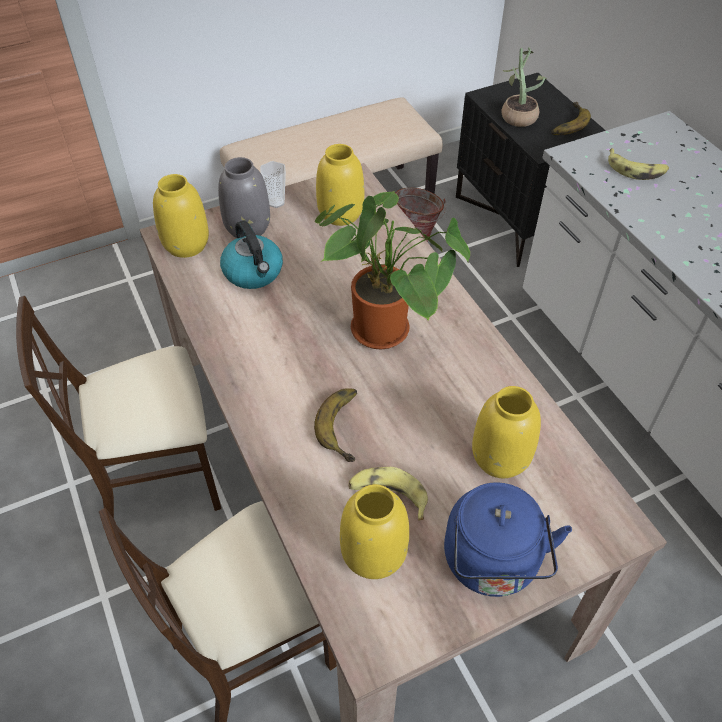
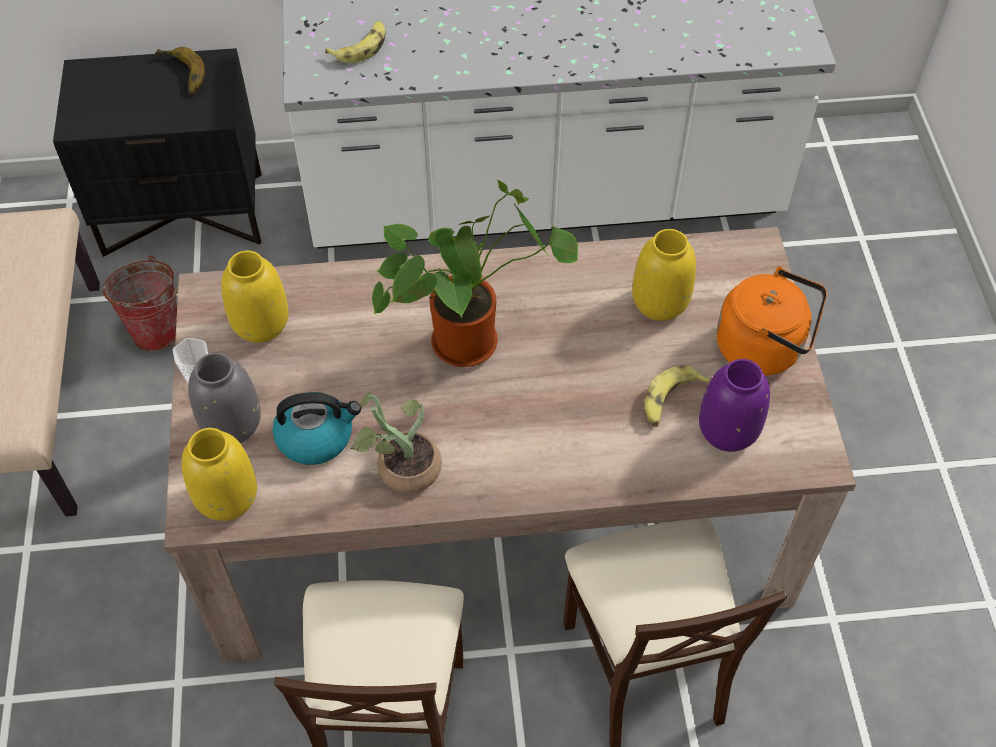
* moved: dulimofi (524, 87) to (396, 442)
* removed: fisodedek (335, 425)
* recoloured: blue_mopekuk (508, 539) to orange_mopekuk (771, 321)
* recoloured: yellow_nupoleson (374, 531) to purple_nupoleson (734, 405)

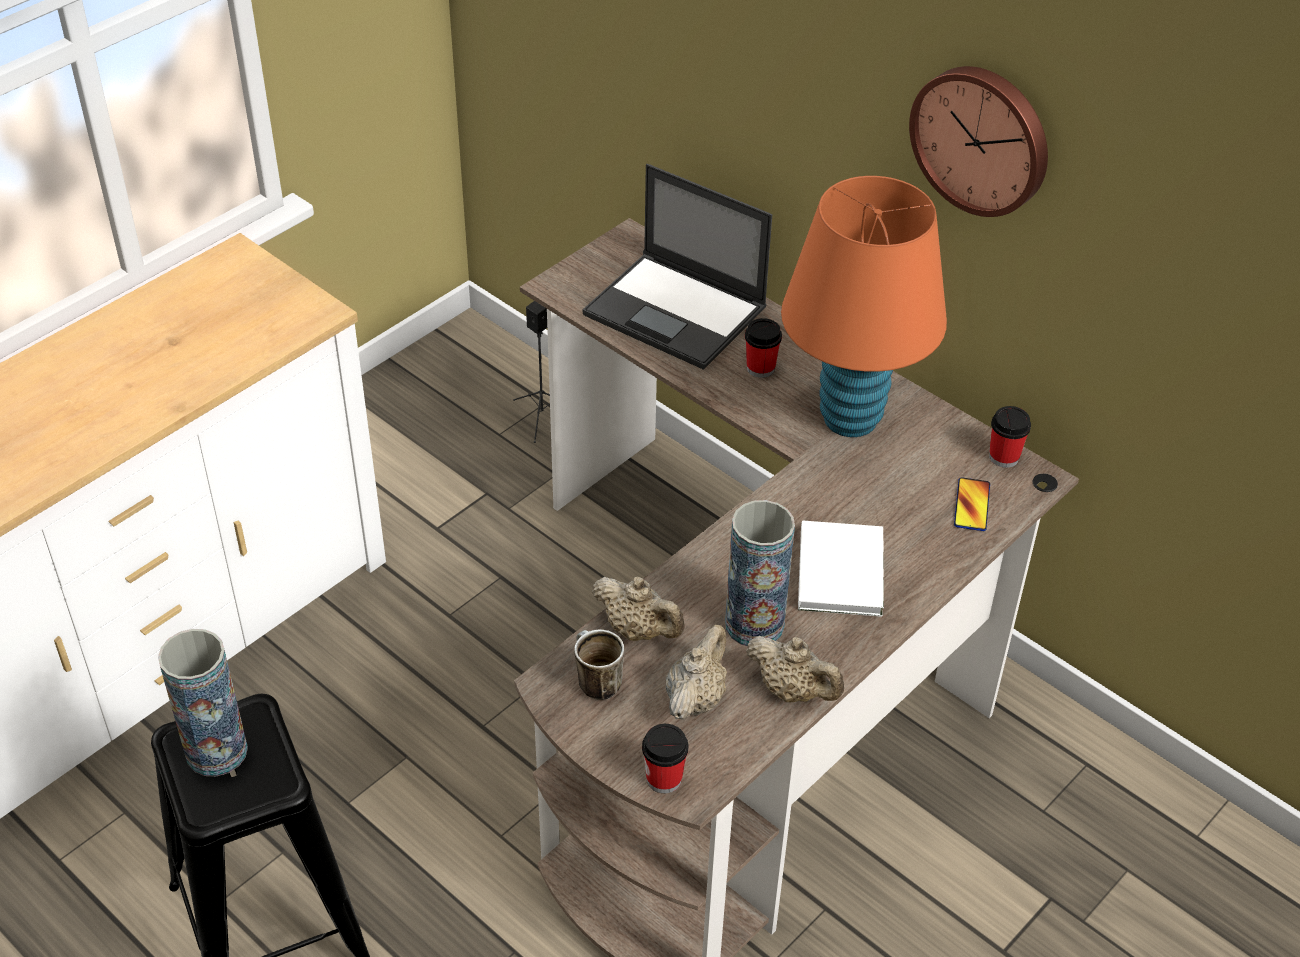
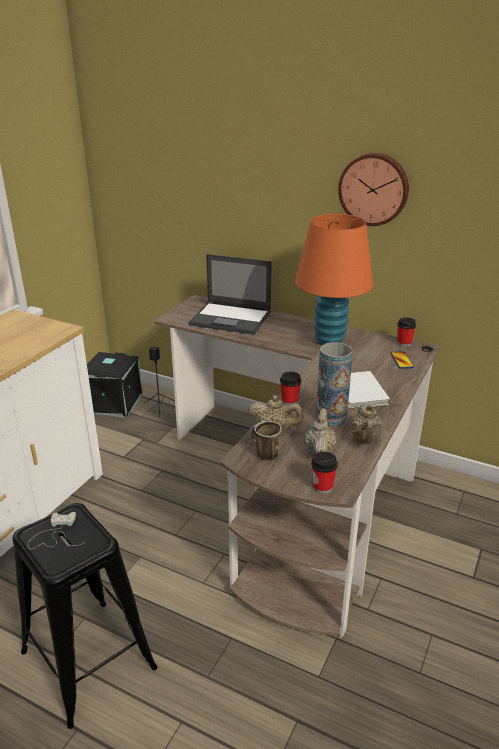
* moved: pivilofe (763, 348) to (290, 388)
* replaced: nupoleson (203, 702) to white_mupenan (56, 530)
* turned: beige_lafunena (795, 669) = (367, 424) 75 degrees clockwise
* added: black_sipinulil (115, 385)

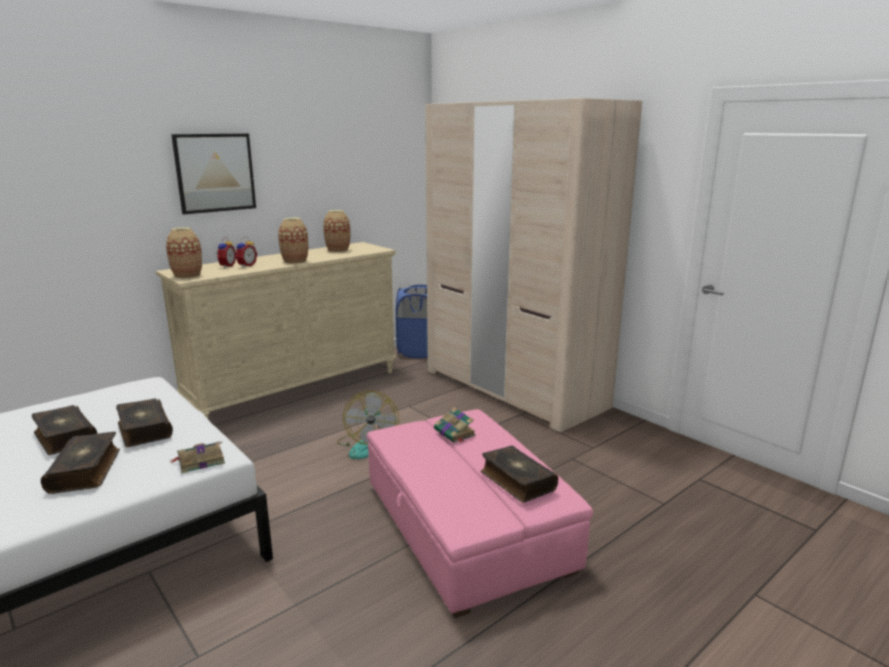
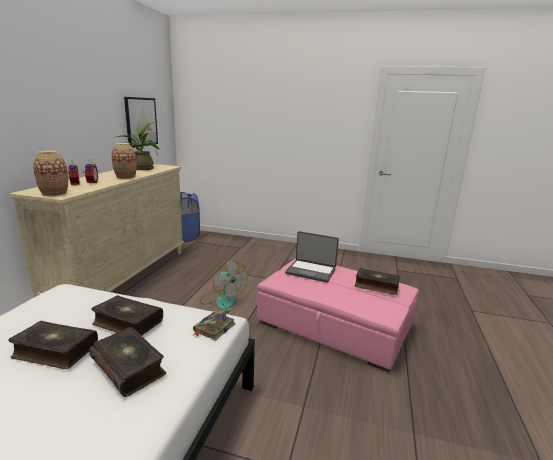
* removed: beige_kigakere (533, 265)
* moved: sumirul (213, 174) to (141, 122)
* replaced: nupoleson (336, 231) to dulimofi (136, 146)
* replaced: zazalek (455, 425) to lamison (312, 256)

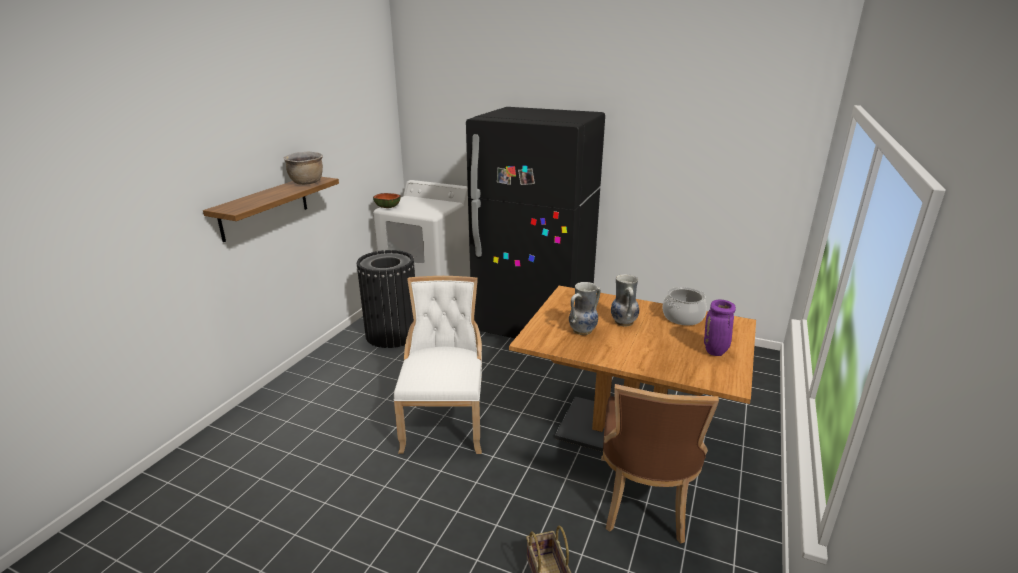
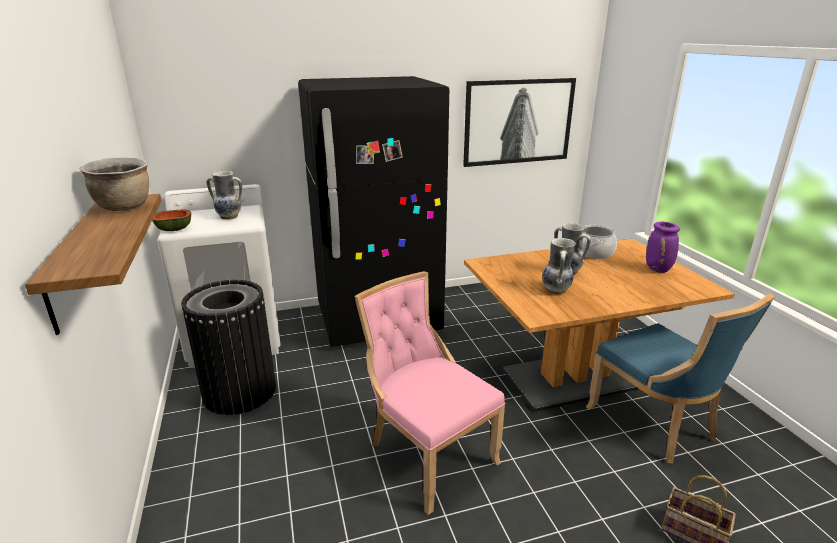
* recoloured: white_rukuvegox (438, 365) to pink_rukuvegox (429, 393)
* recoloured: brown_rukuvegox (660, 464) to blue_rukuvegox (680, 378)
* added: sumirul (519, 122)
* added: nupoleson (224, 195)

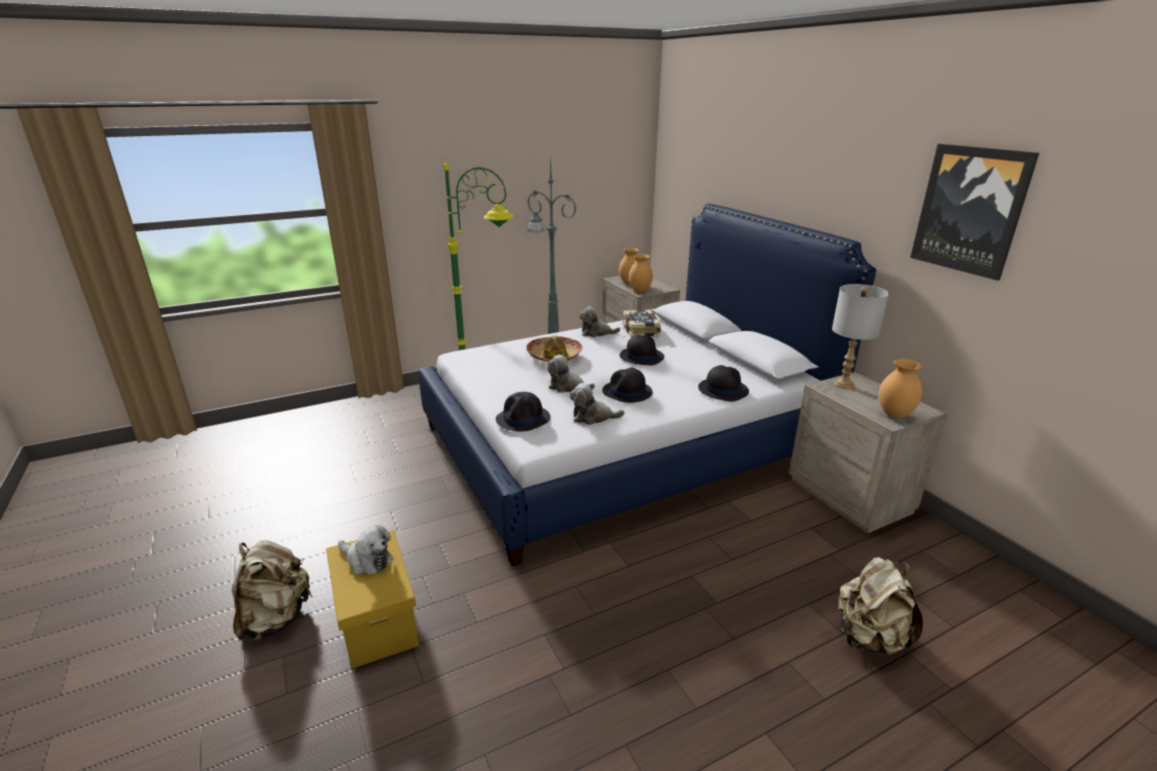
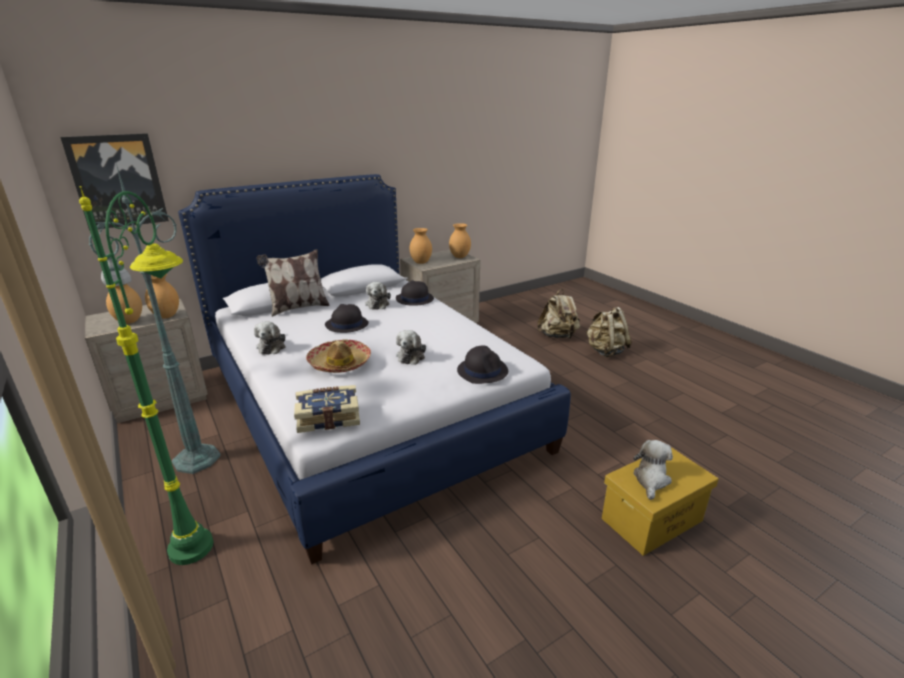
* moved: sumirul (974, 212) to (114, 181)
* replaced: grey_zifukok (860, 336) to brown_nupoleson (420, 246)
* moved: zazalek (642, 323) to (327, 409)
* removed: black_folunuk (627, 385)
* moved: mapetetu (597, 404) to (378, 296)
* moved: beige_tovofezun (272, 591) to (608, 332)
* added: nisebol (293, 283)

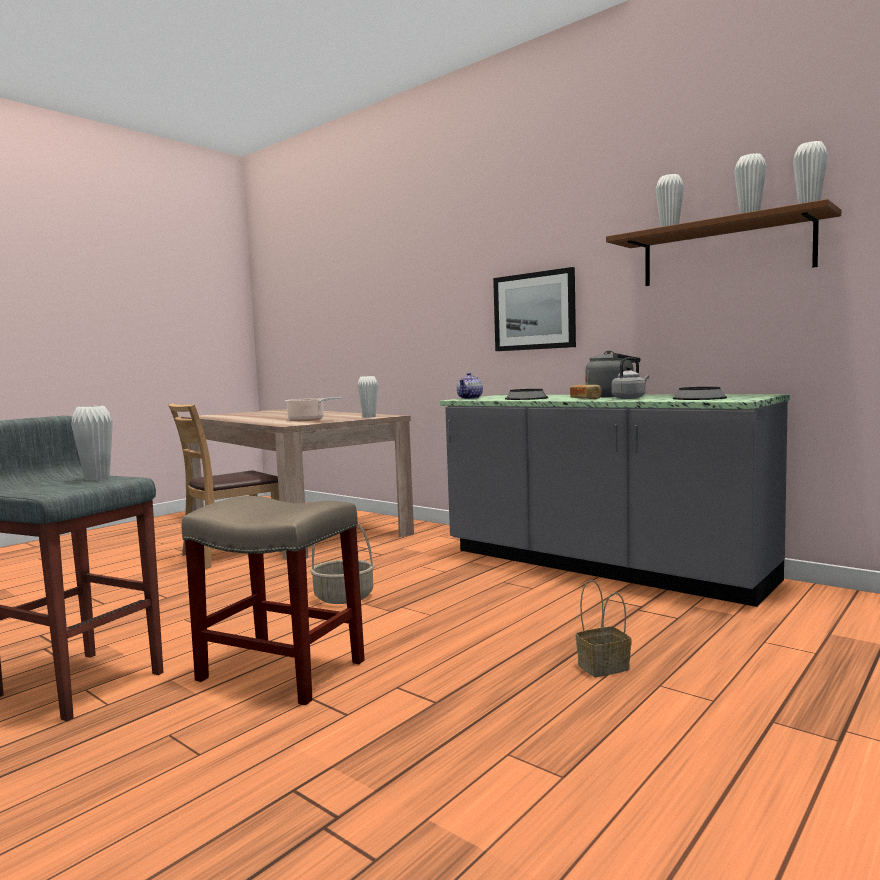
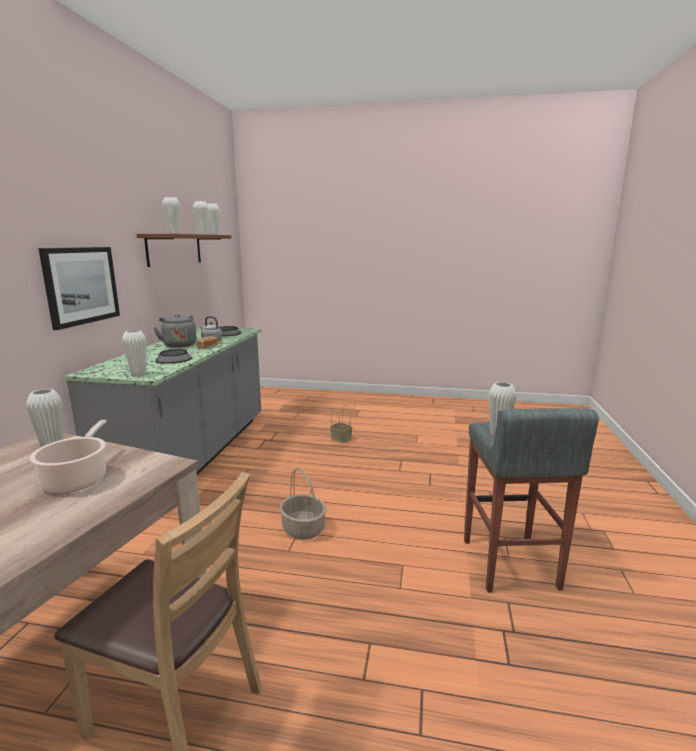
* replaced: lafunena (470, 386) to white_nupoleson (134, 353)
* removed: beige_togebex (273, 600)

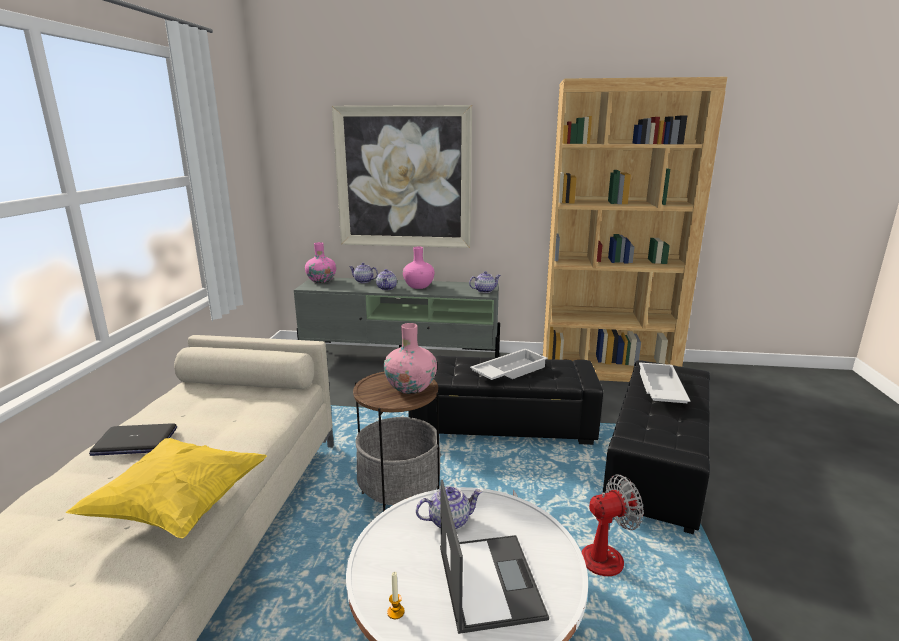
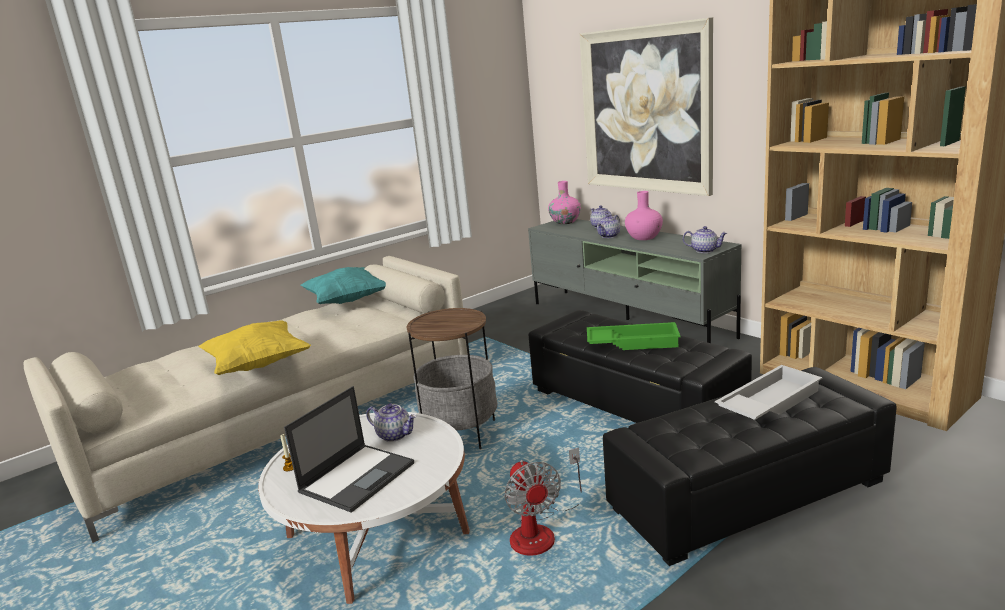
* removed: pink_nupoleson (410, 358)
* recoloured: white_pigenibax (509, 364) to green_pigenibax (634, 336)
* removed: lamison (133, 440)
* turned: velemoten (578, 525) = (543, 502) 45 degrees clockwise
* added: turquoise_nisebol (343, 285)

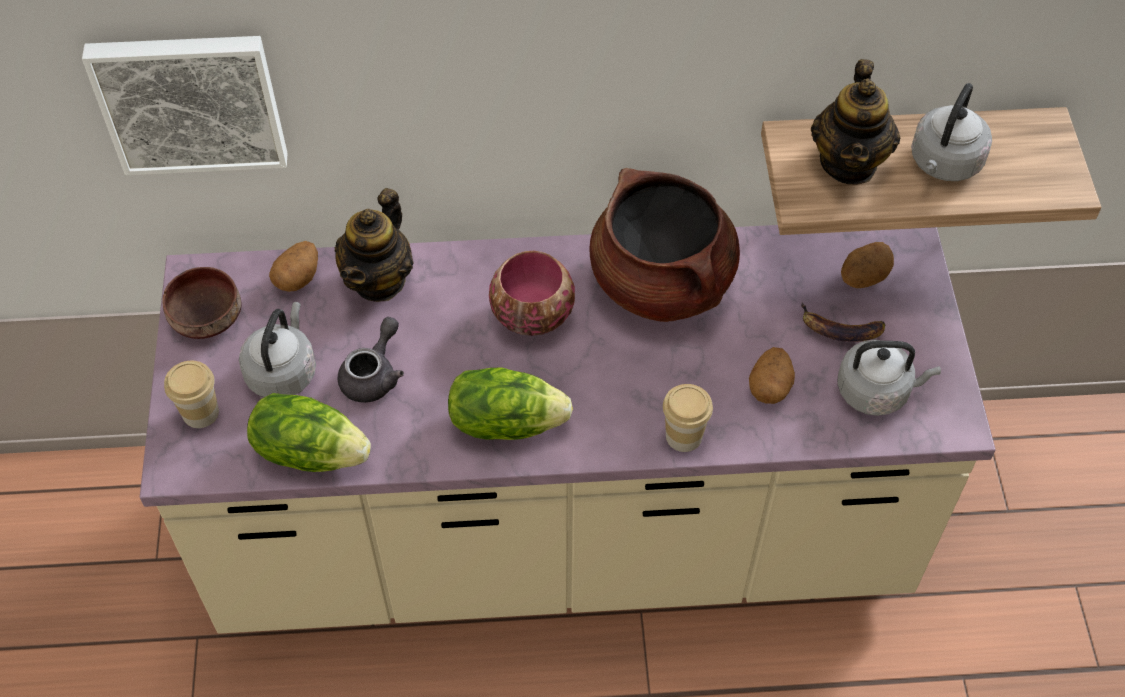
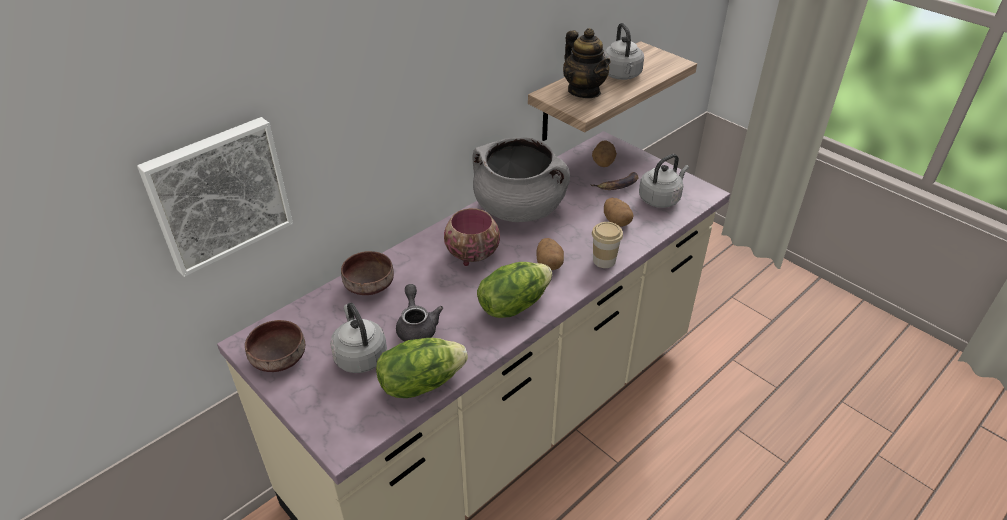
* recoloured: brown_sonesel (664, 245) to grey_sonesel (521, 179)
* replaced: lafunena (374, 245) to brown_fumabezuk (367, 273)
* moved: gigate (293, 266) to (550, 254)
* removed: pivilofe (191, 394)

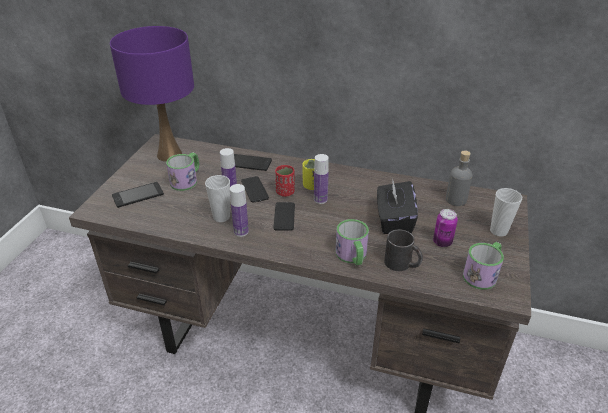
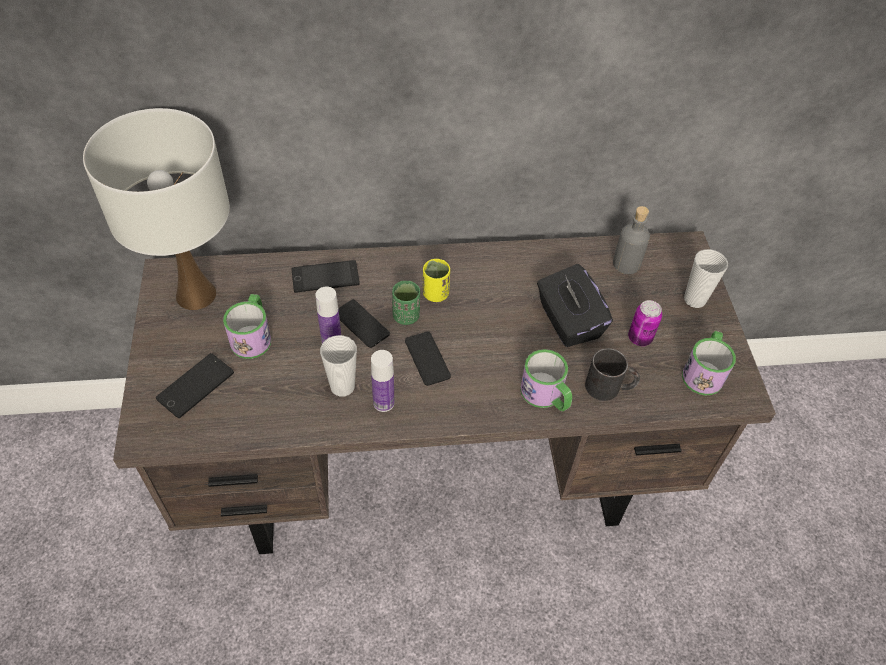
* recoloured: purple_zifukok (152, 94) to white_zifukok (156, 209)
* removed: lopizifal (321, 179)
* recoloured: red_pivilofe (285, 181) to green_pivilofe (406, 303)

